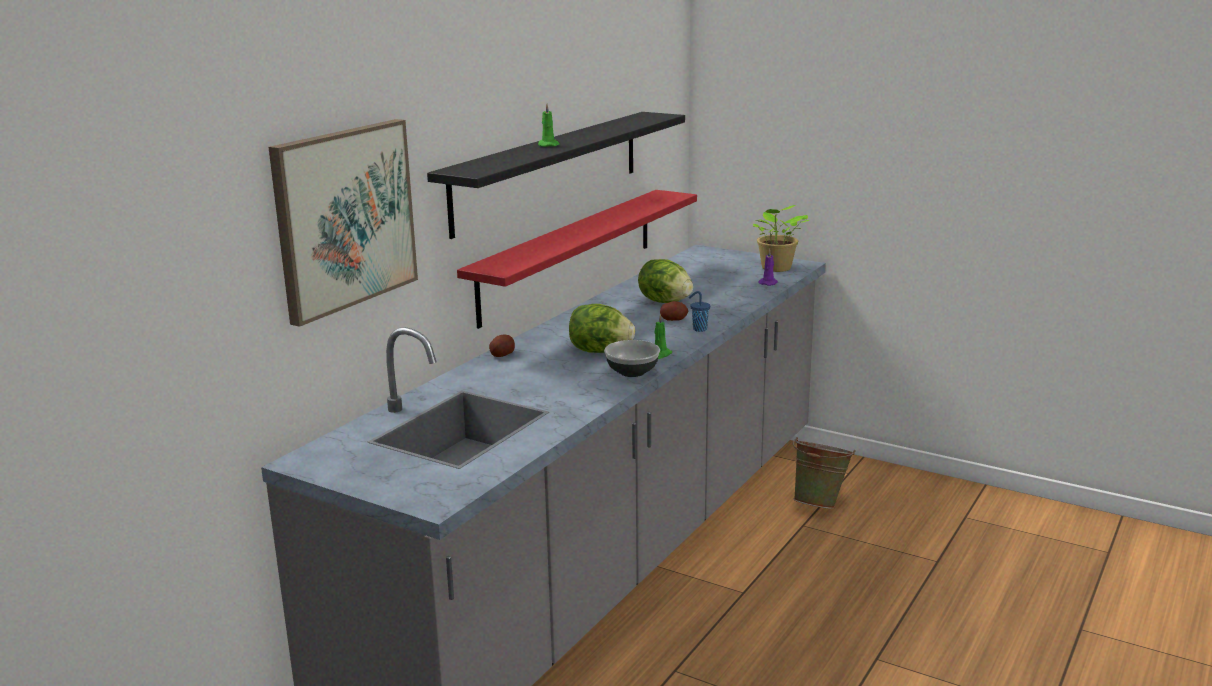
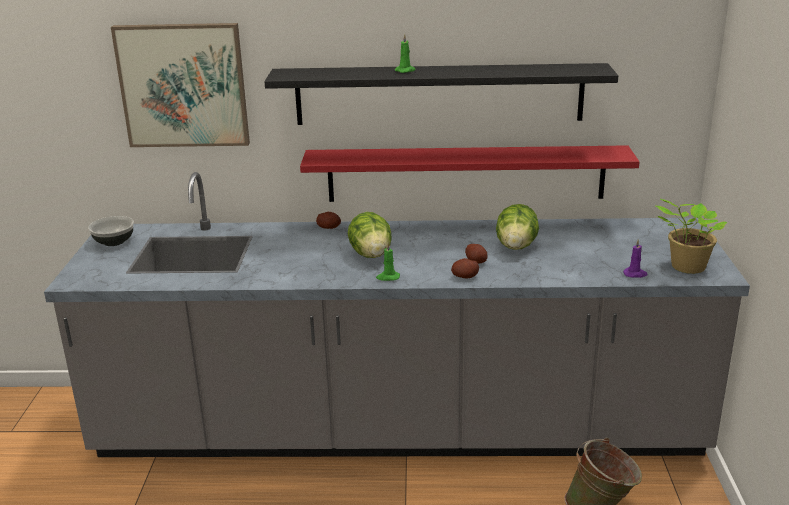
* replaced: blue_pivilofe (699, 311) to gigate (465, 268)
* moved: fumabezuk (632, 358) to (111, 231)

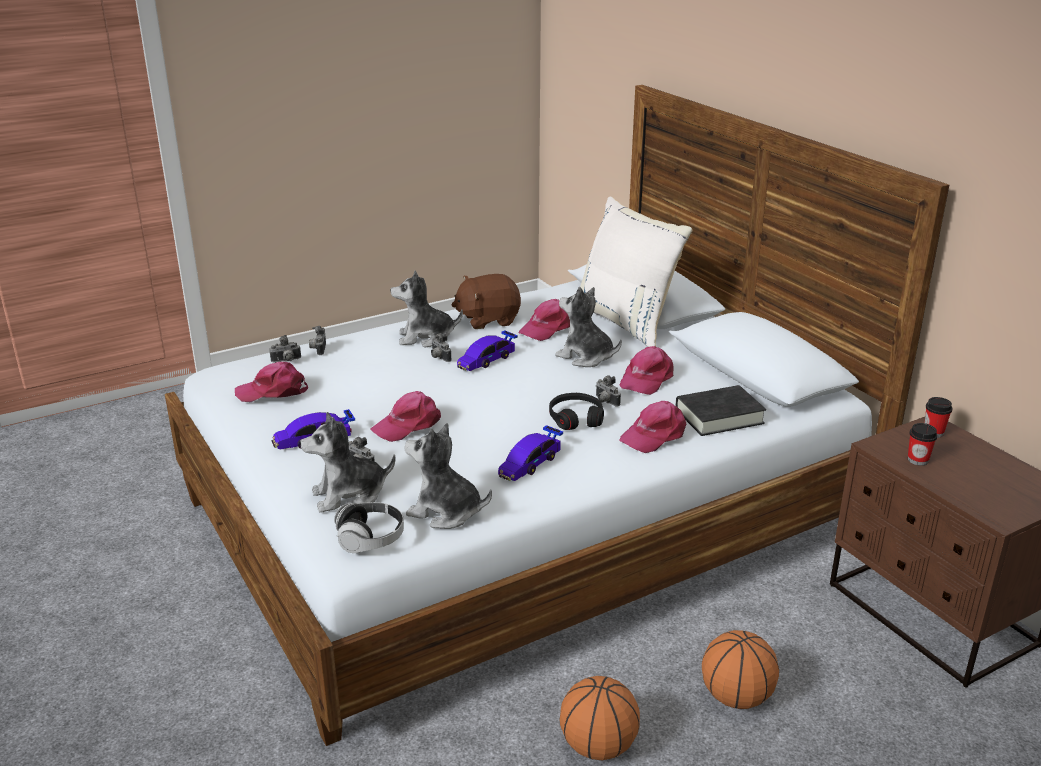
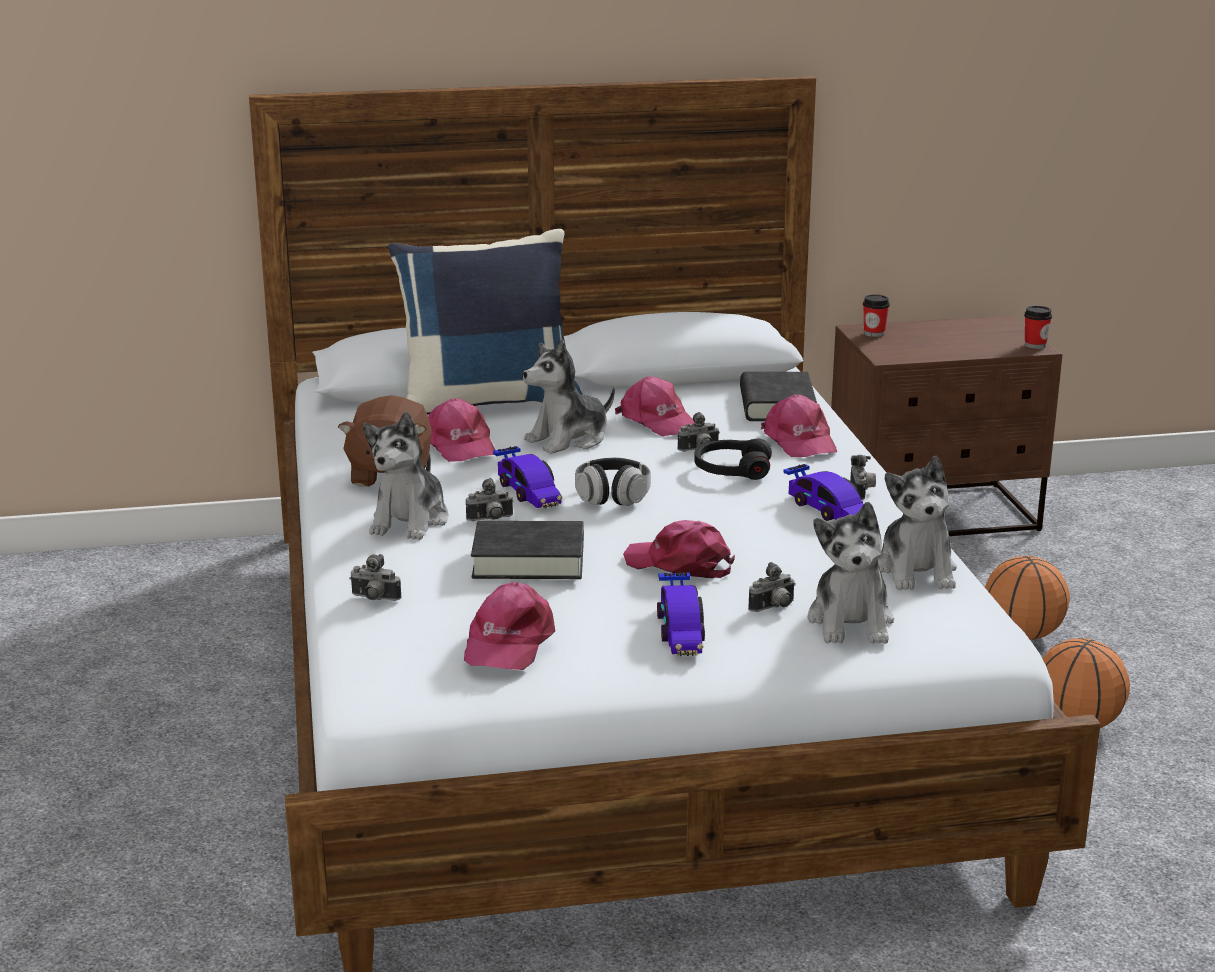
* recoloured: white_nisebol (636, 271) to blue_nisebol (485, 322)
* moved: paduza (285, 349) to (863, 477)
* turned: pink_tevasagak (406, 416) = (679, 549) 135 degrees clockwise
* turned: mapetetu (448, 476) = (917, 523) 45 degrees counterclockwise
* moved: pivilofe (923, 444) to (1038, 327)
* moved: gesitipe (369, 527) to (613, 482)
* added: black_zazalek (527, 550)

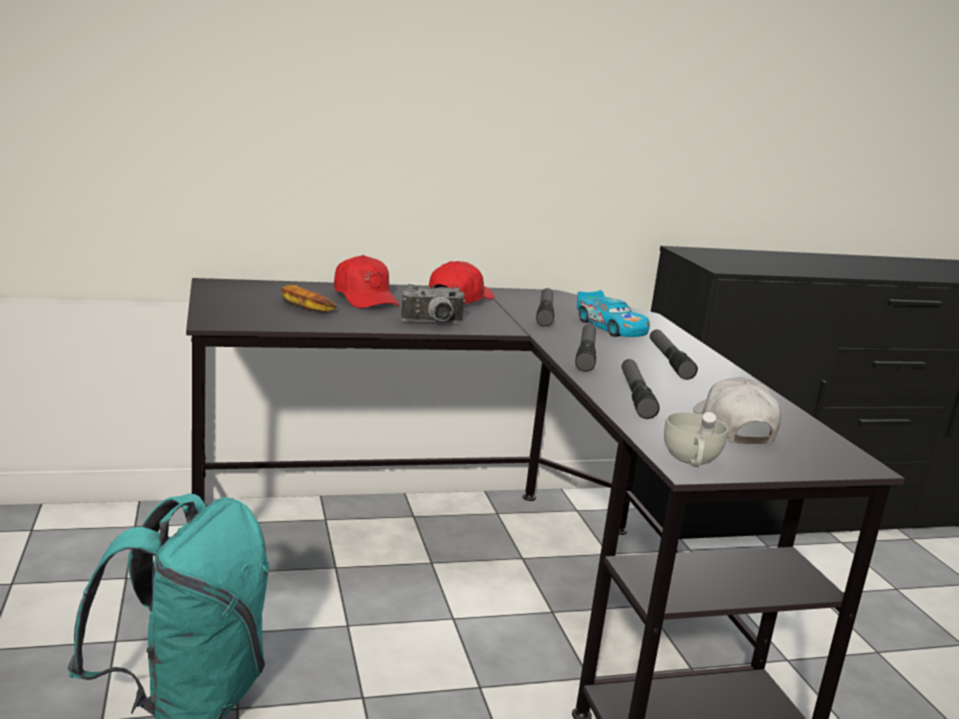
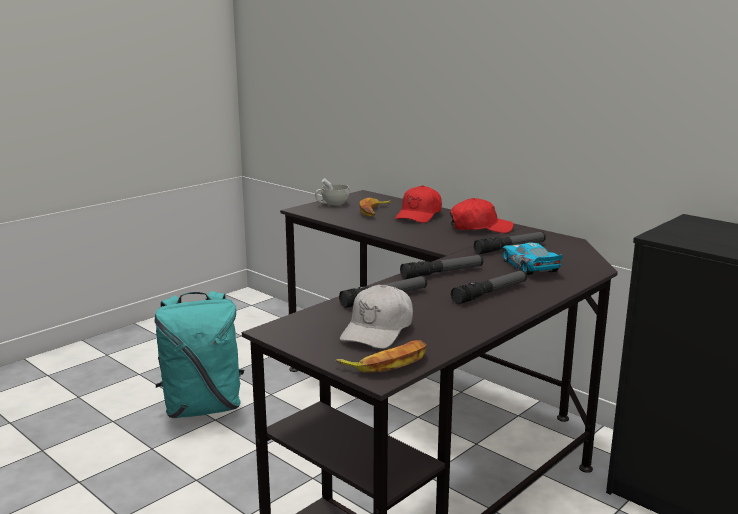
* removed: paduza (433, 303)
* turned: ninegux (613, 313) = (532, 259) 135 degrees clockwise
* turned: white_tevasagak (737, 410) = (376, 317) 150 degrees clockwise
* moved: white_pivilofe (696, 439) to (332, 191)
* added: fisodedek (381, 356)

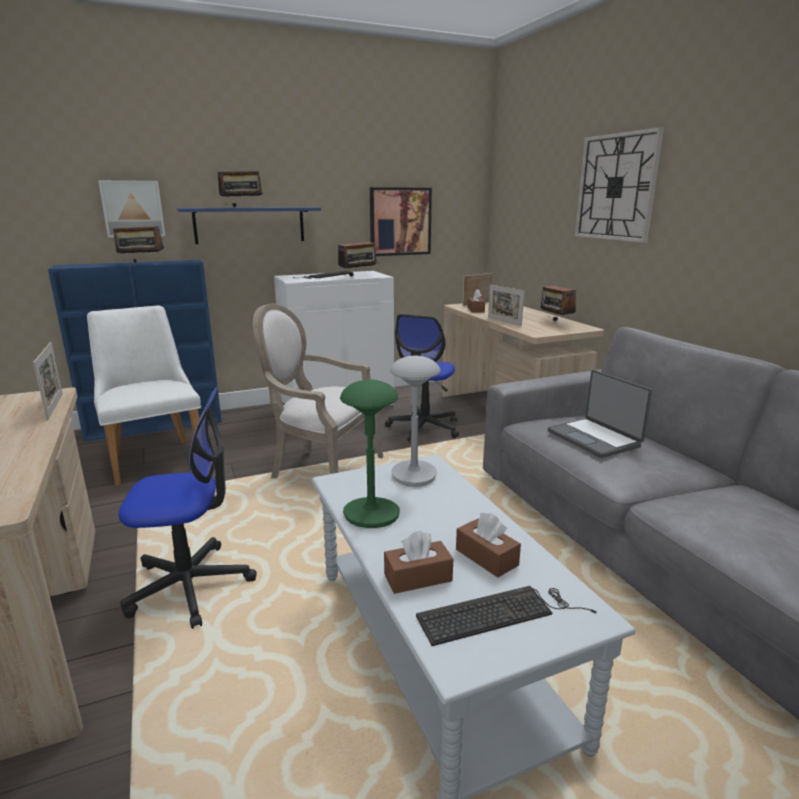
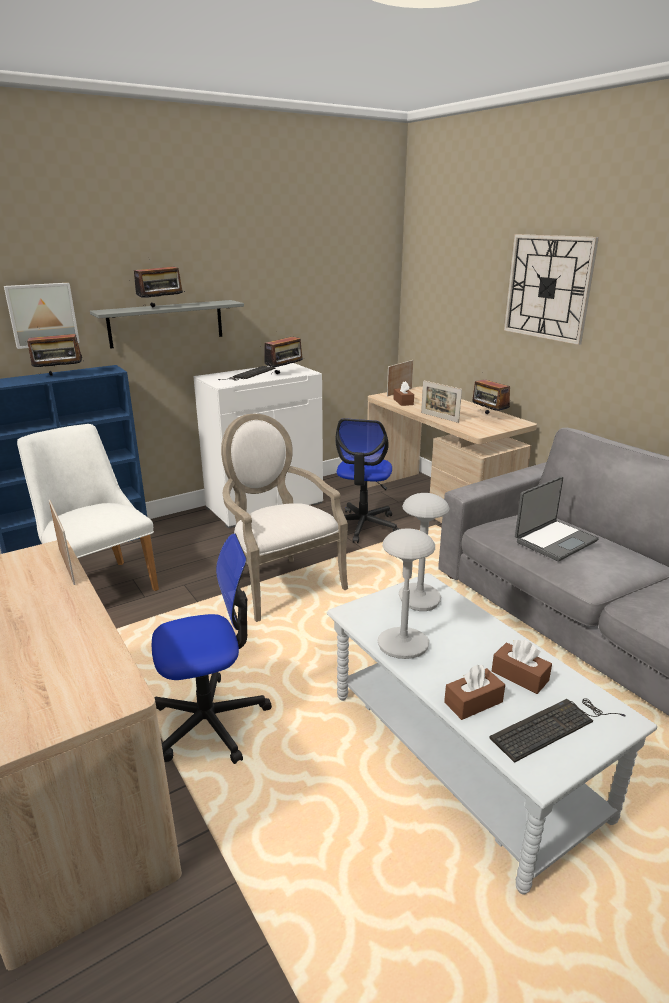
* removed: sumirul (401, 221)
* recoloured: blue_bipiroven (249, 225) to grey_bipiroven (167, 324)
* turned: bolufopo (318, 391) = (284, 518) 45 degrees clockwise
* turned: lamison (599, 414) = (557, 519) 90 degrees counterclockwise
* recoloured: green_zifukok (370, 454) to grey_zifukok (406, 593)

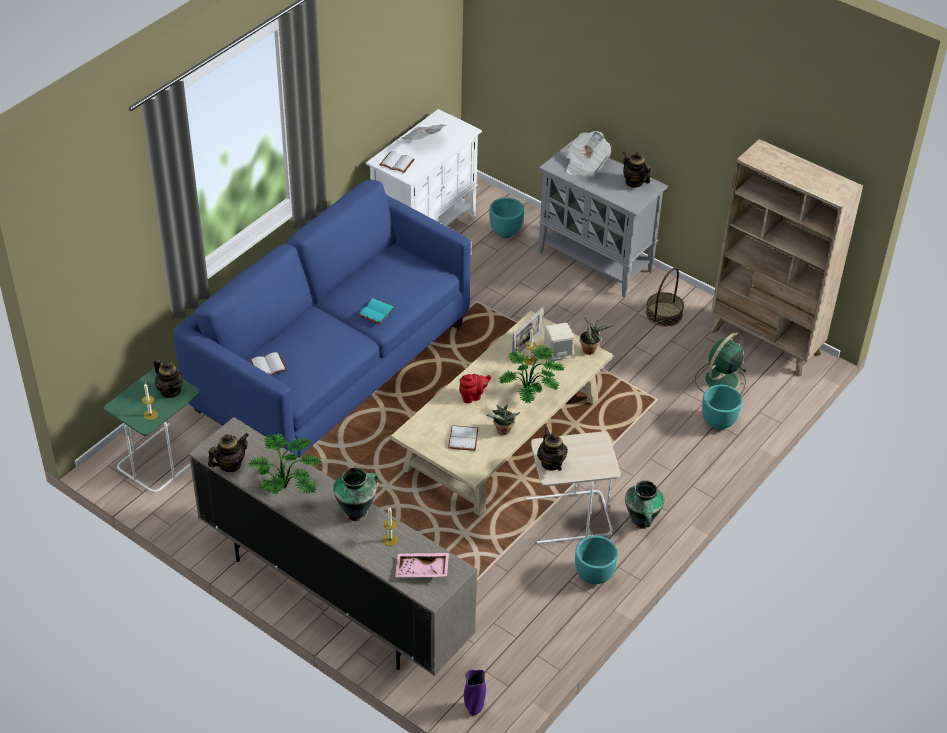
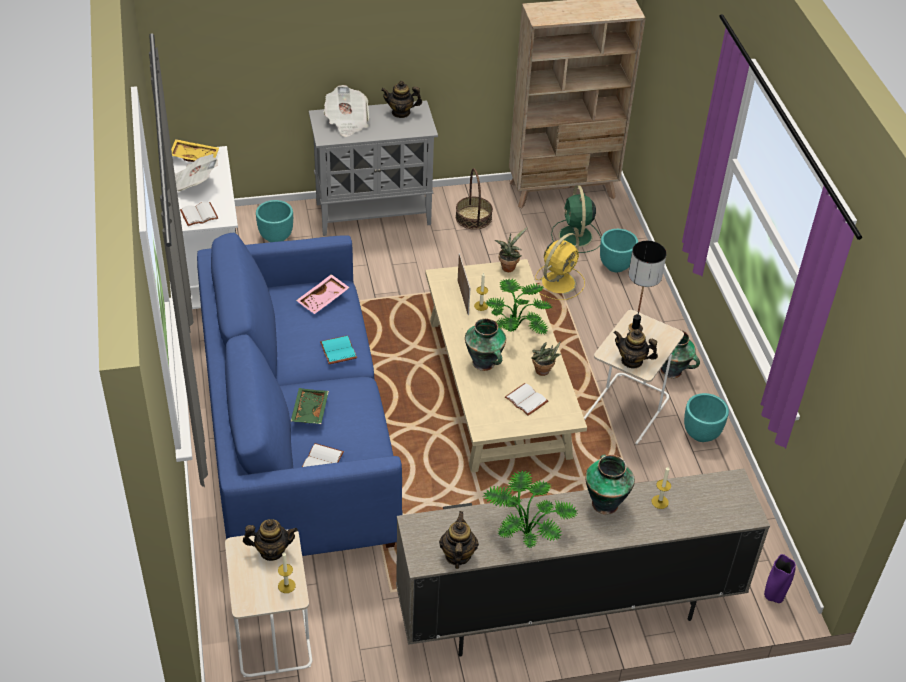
* removed: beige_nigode (559, 342)
* recoloured: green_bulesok (152, 431) to beige_bulesok (268, 603)
* replaced: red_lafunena (475, 388) to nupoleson (485, 344)
* moved: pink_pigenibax (422, 565) to (323, 294)
* added: yellow_pigenibax (195, 150)
* added: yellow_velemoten (560, 266)
* added: zifukok (647, 286)
* added: green_pigenibax (310, 406)

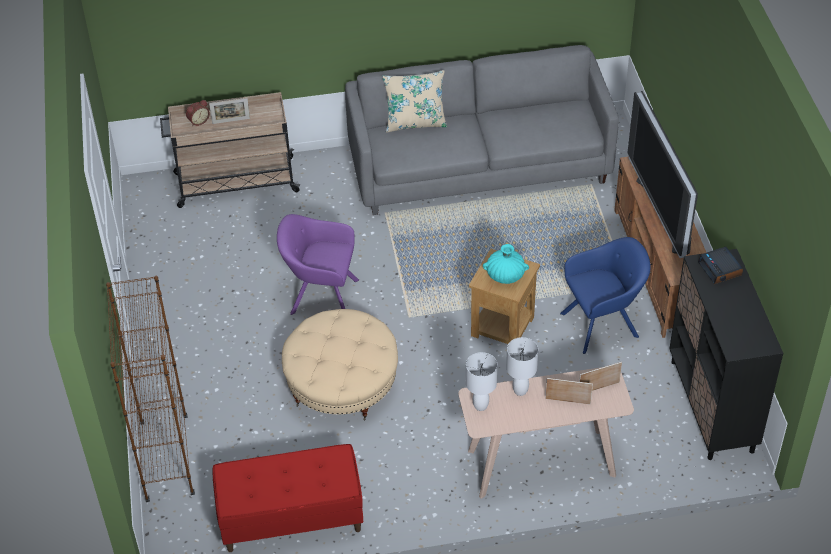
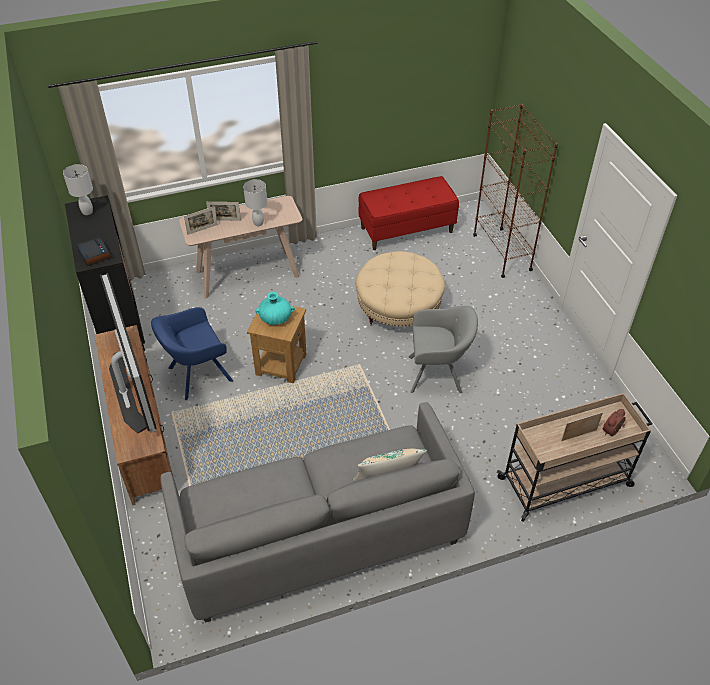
* recoloured: purple_bolufopo (318, 264) to grey_bolufopo (443, 349)
* moved: white_zifukok (481, 381) to (78, 189)

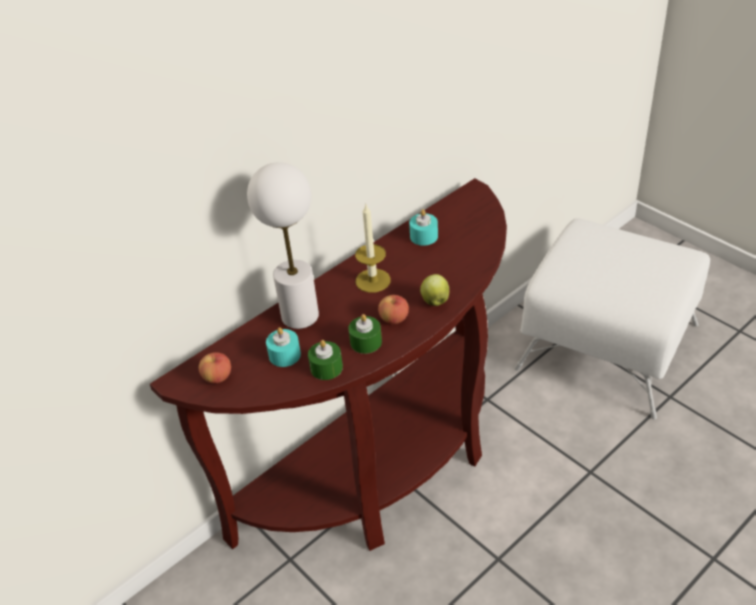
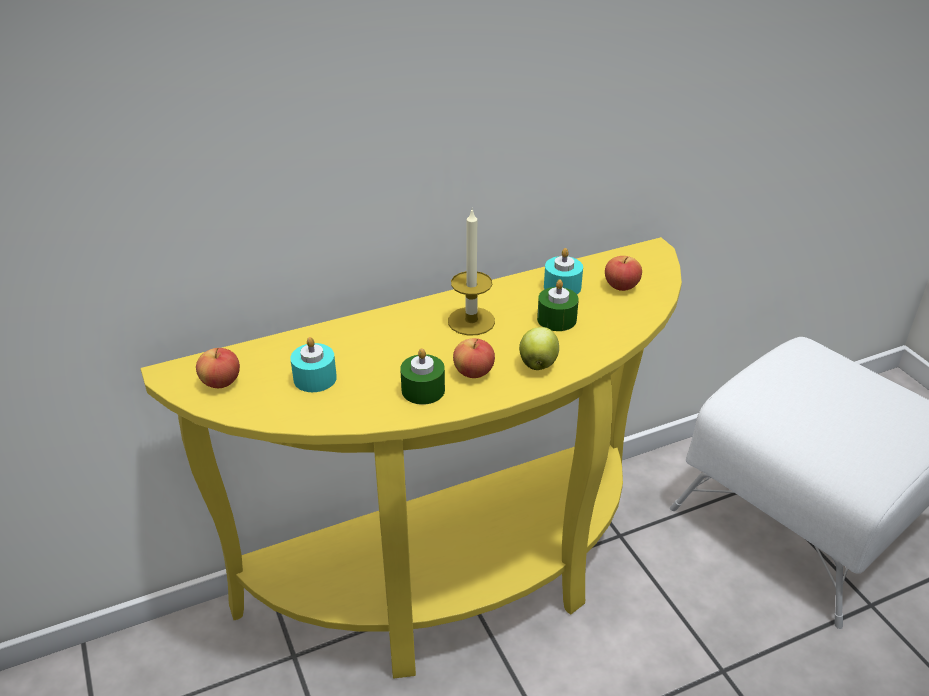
* removed: white_zifukok (283, 245)
* recoloured: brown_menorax (328, 364) to yellow_menorax (411, 457)
* moved: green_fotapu (325, 360) to (558, 305)
* added: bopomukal (623, 273)

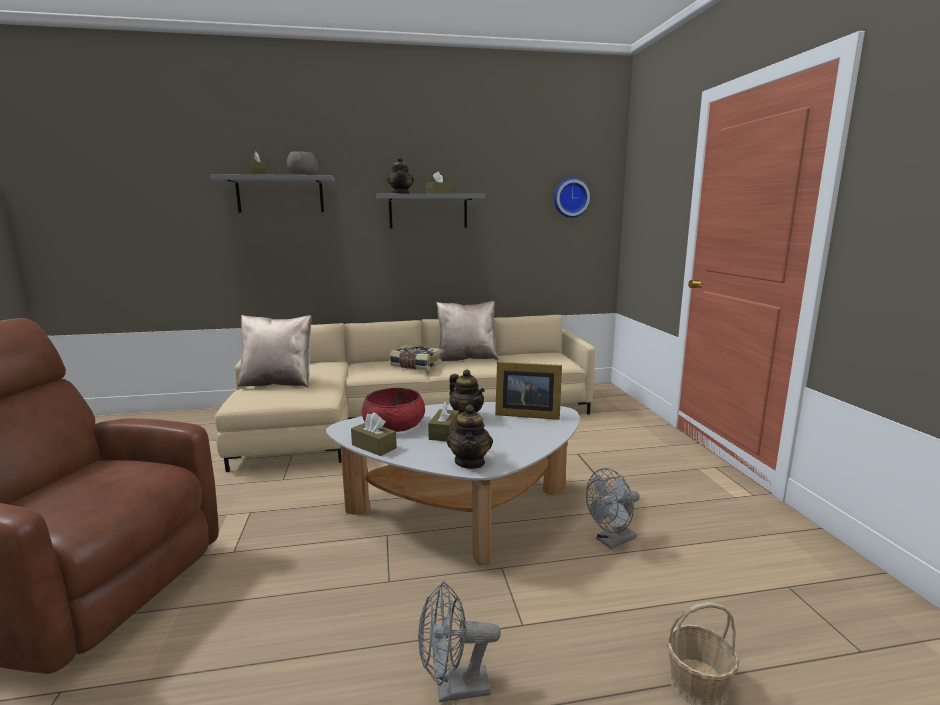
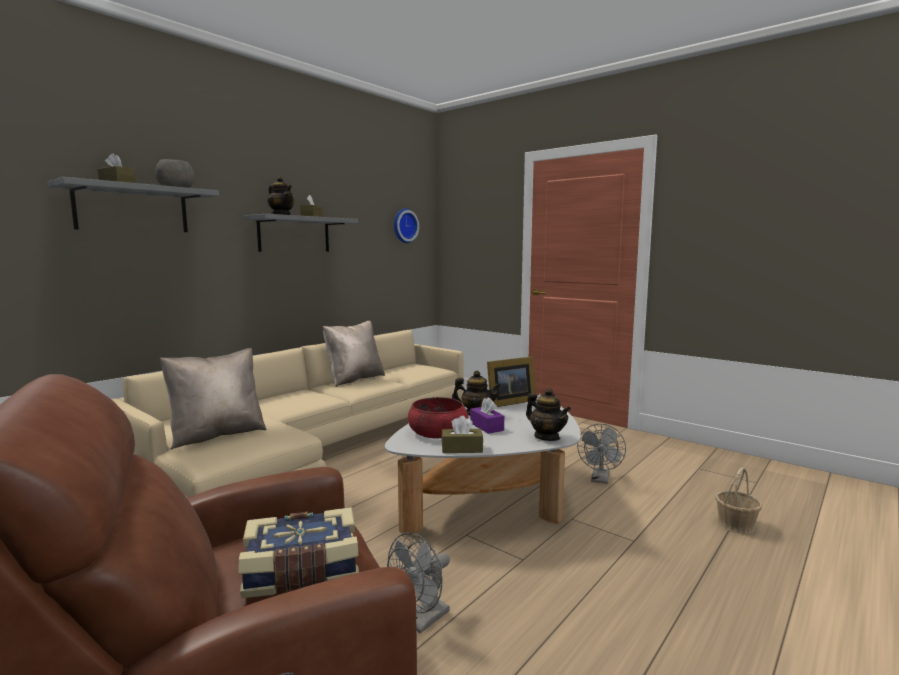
* moved: zazalek (416, 358) to (299, 552)
* recoloured: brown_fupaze (443, 421) to purple_fupaze (487, 415)
* moved: grey_velemoten (459, 641) to (418, 582)

